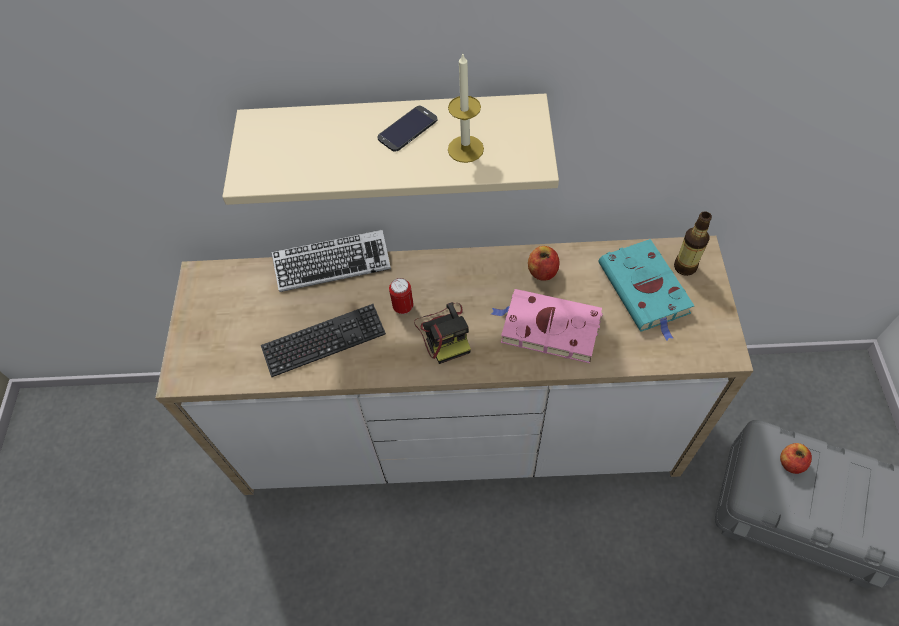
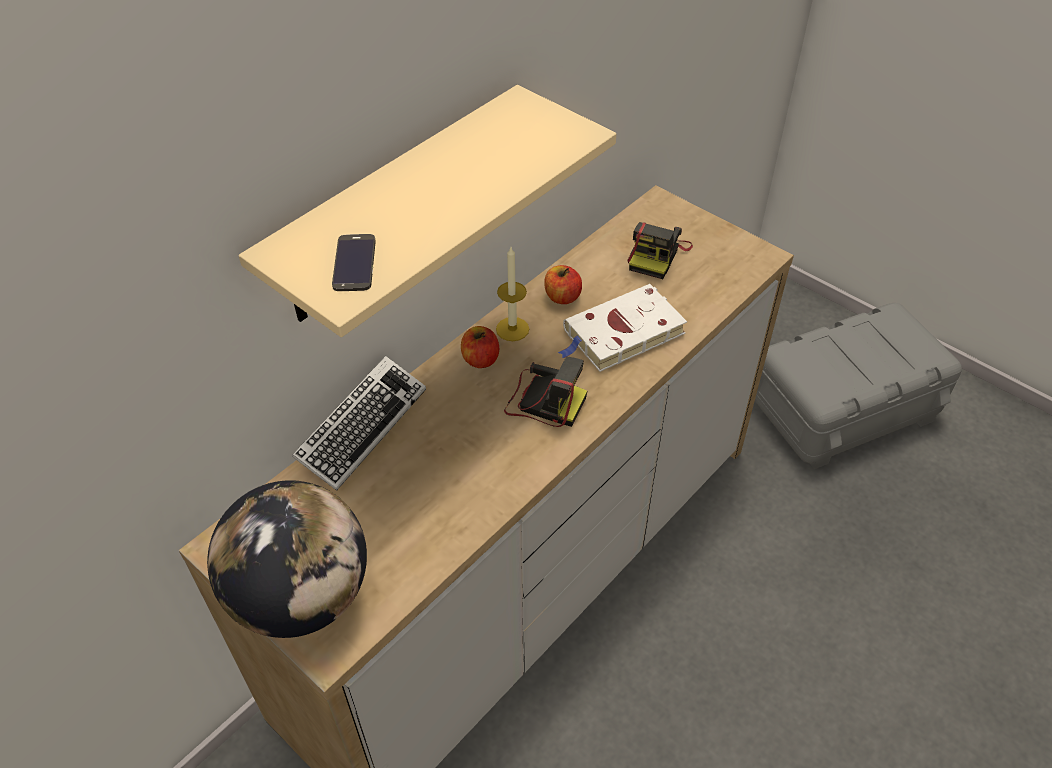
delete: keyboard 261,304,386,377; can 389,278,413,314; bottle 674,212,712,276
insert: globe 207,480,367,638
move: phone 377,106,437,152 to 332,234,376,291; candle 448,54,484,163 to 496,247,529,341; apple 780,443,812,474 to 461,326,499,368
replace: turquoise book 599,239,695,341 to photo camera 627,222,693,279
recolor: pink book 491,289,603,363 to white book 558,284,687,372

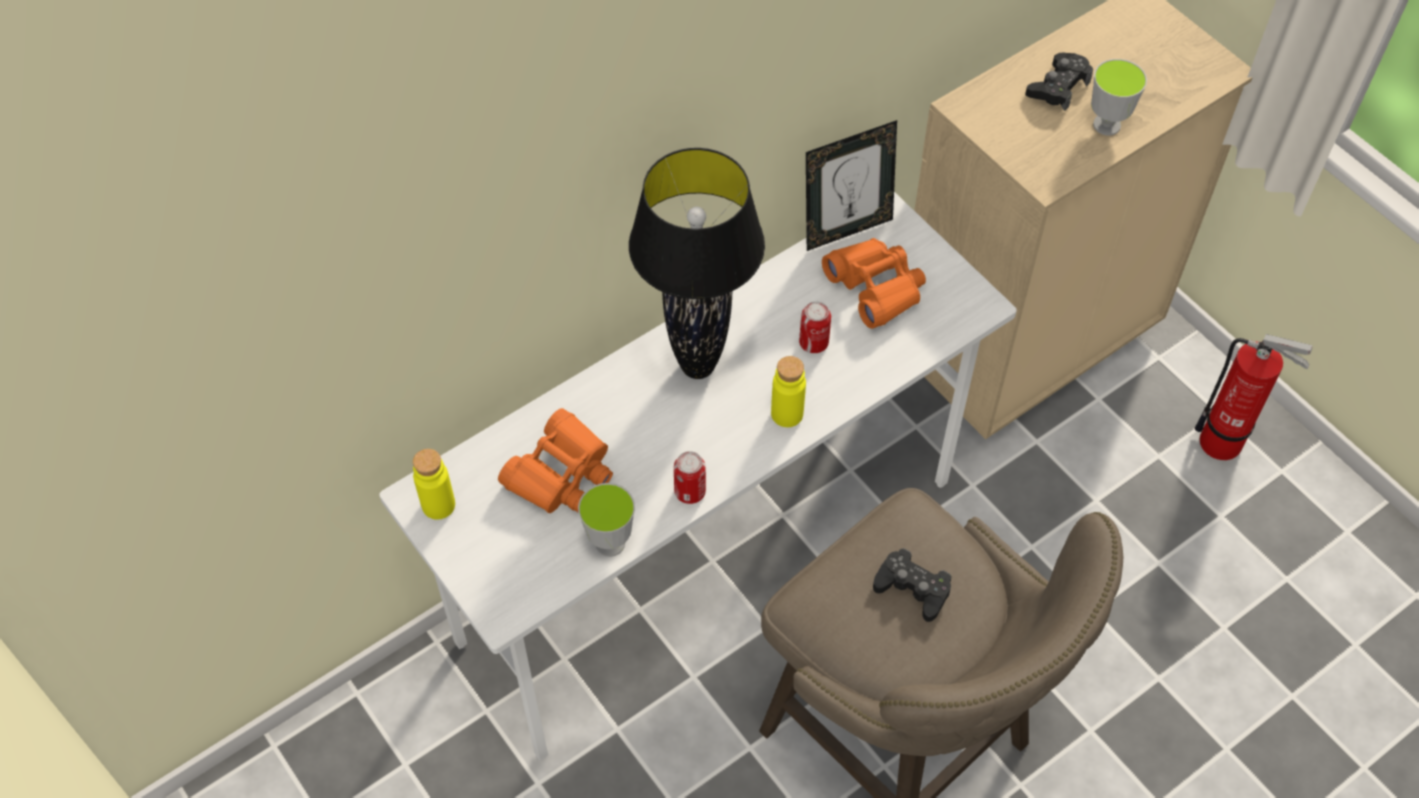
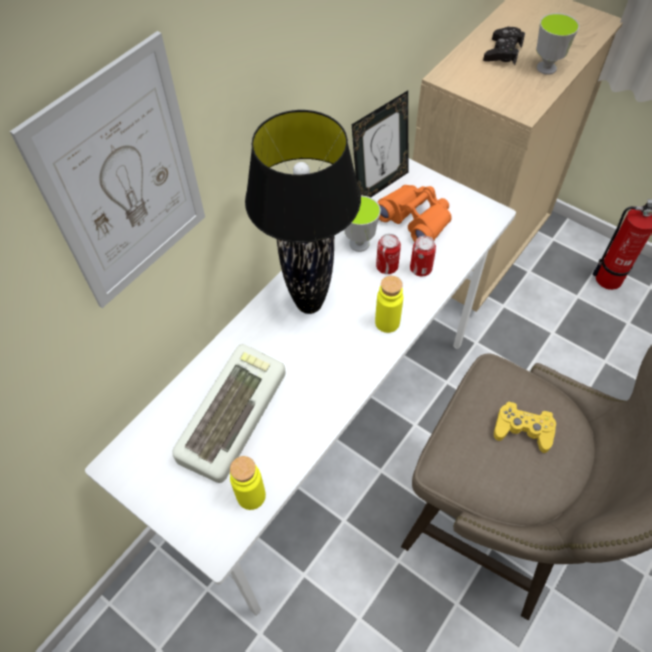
insert: picture 10,31,205,308
move: yellow bottle 413,449,455,520 to 230,456,266,510; cup 578,483,635,557 to 344,195,381,252; can 674,451,706,504 to 410,236,436,276
replace: orange binoculars 498,408,613,513 to keyboard 172,344,286,483
recolor: black game controller 873,548,952,622 to yellow game controller 494,401,556,453

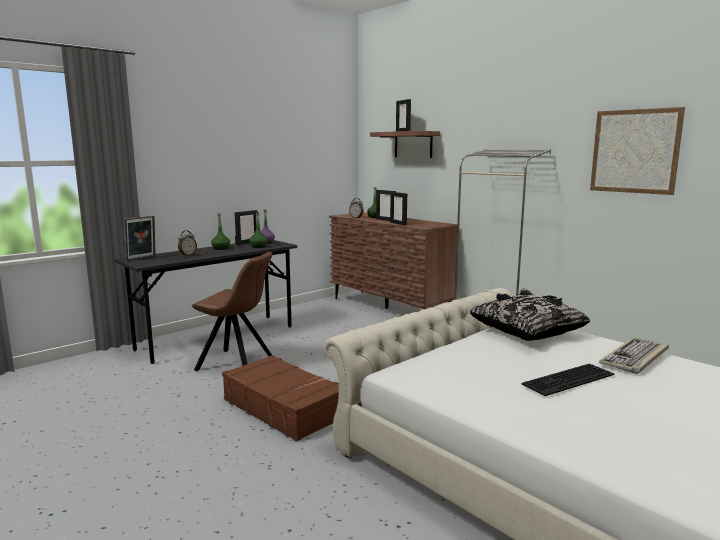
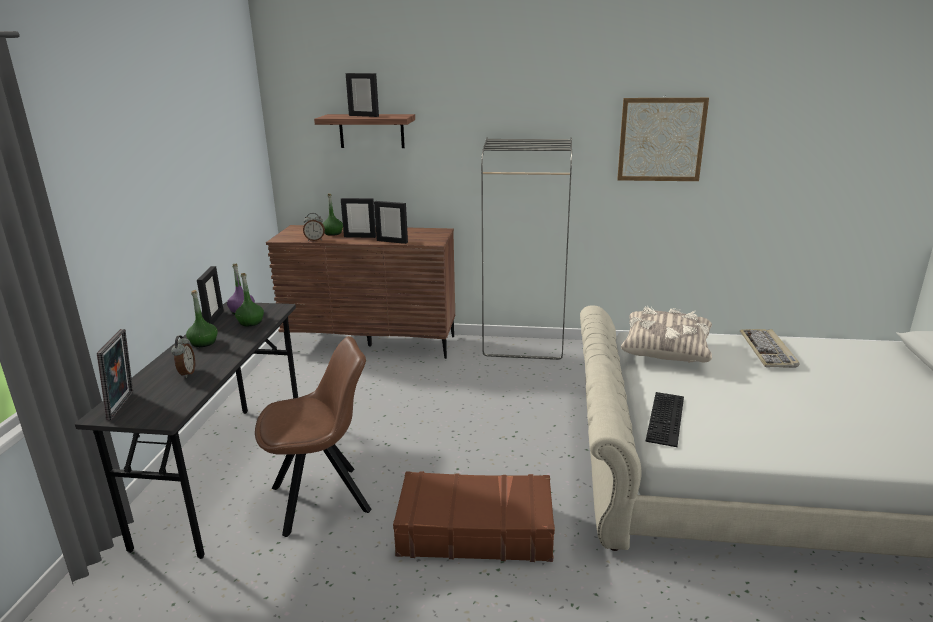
move: keyboard 521,364,614,396 to 645,392,684,447
recolor: black pillow 470,288,590,341 to beige pillow 621,306,712,363

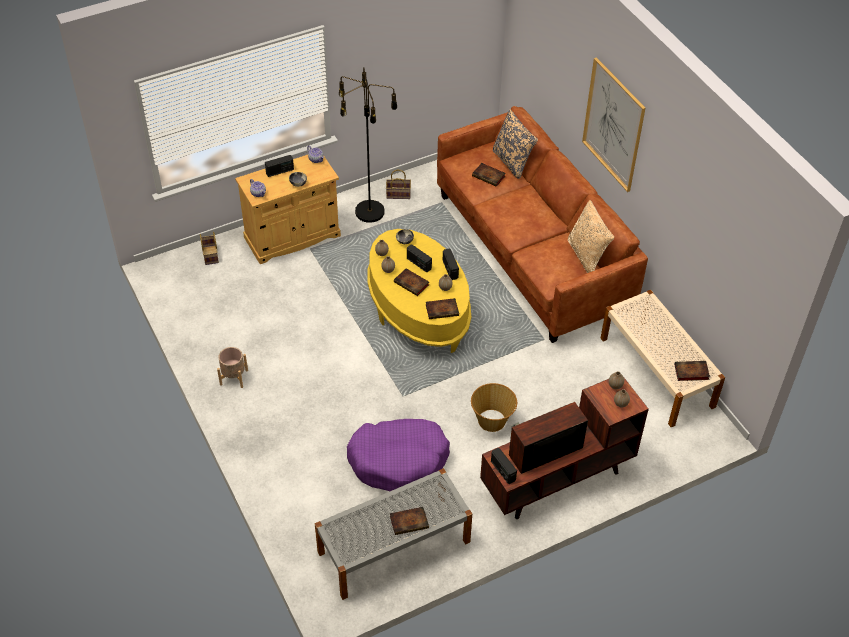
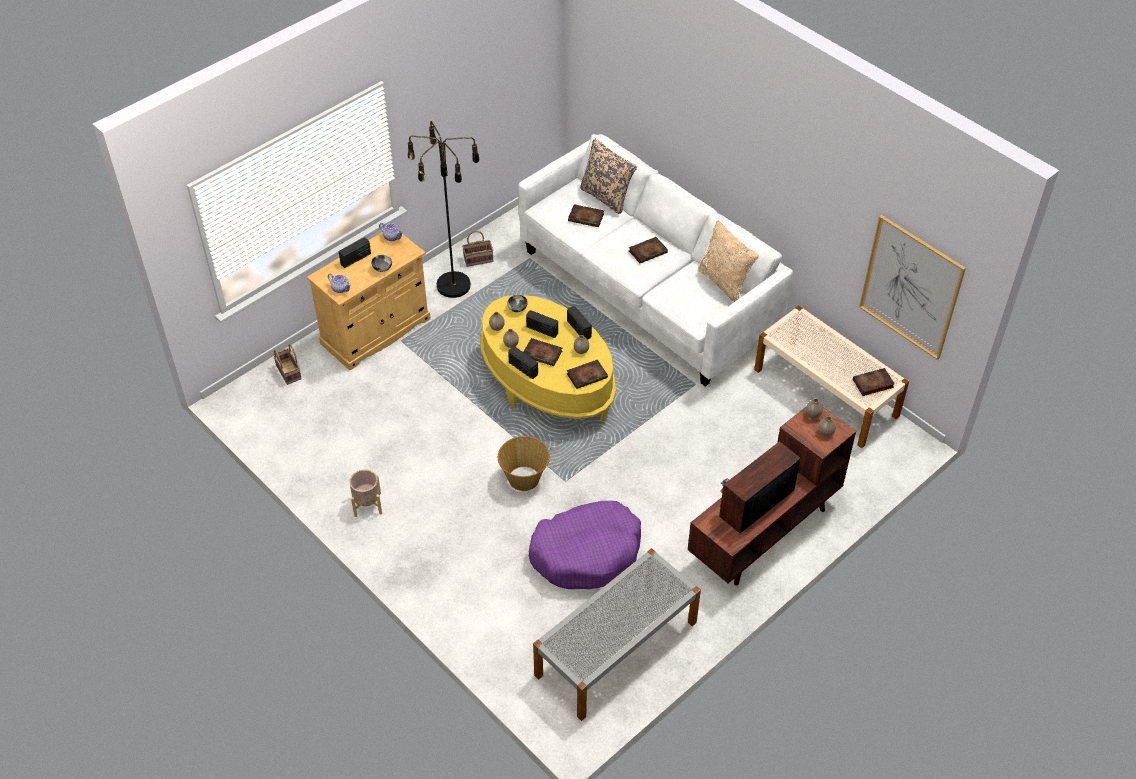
move: book 390,507,429,535 to 629,237,668,263; basket 471,383,517,432 to 498,436,550,491; radio 491,448,517,484 to 508,346,538,379; picture 582,57,645,192 to 859,215,966,360
recolor: brown sofa 437,106,648,343 to white sofa 518,134,793,387

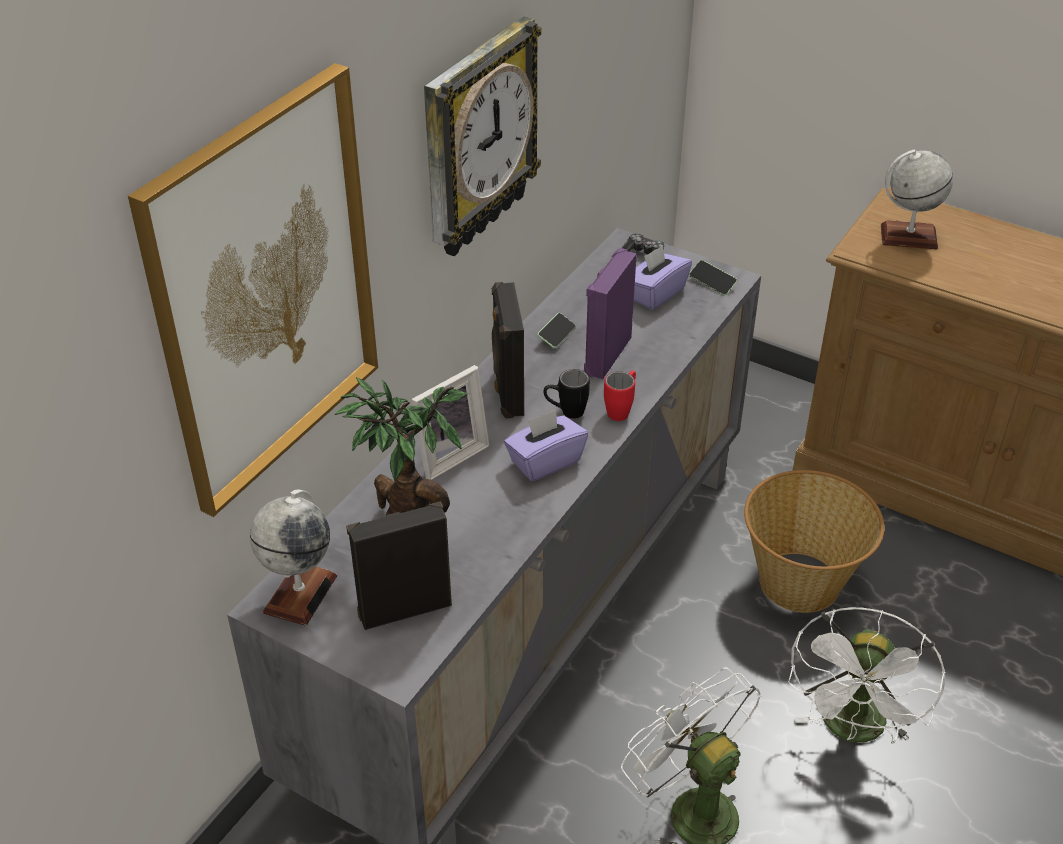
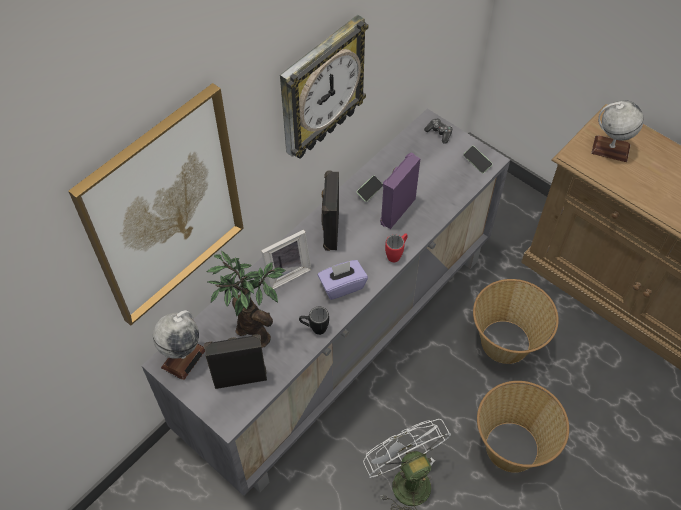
delete: purple tissue box 634,245,692,310
move: black mug 544,369,590,419 to 299,307,329,335
replace: white fan 788,607,946,744 to basket 477,381,569,473

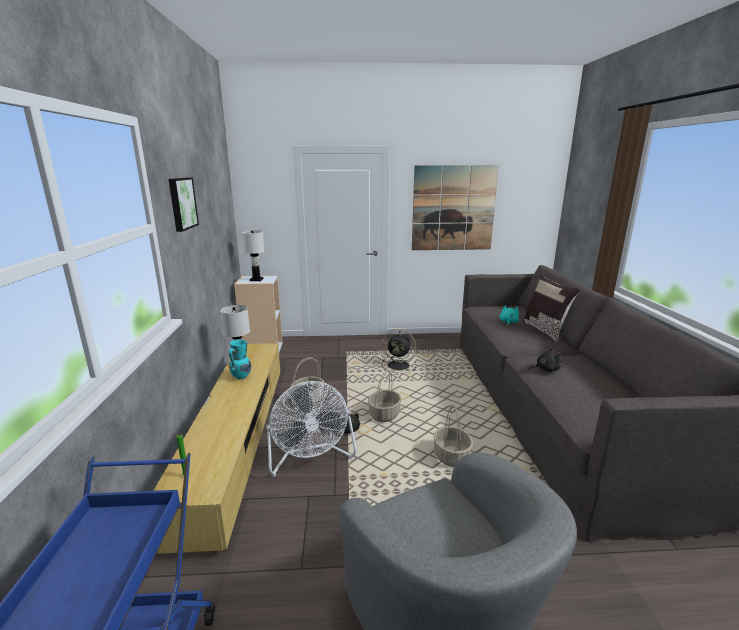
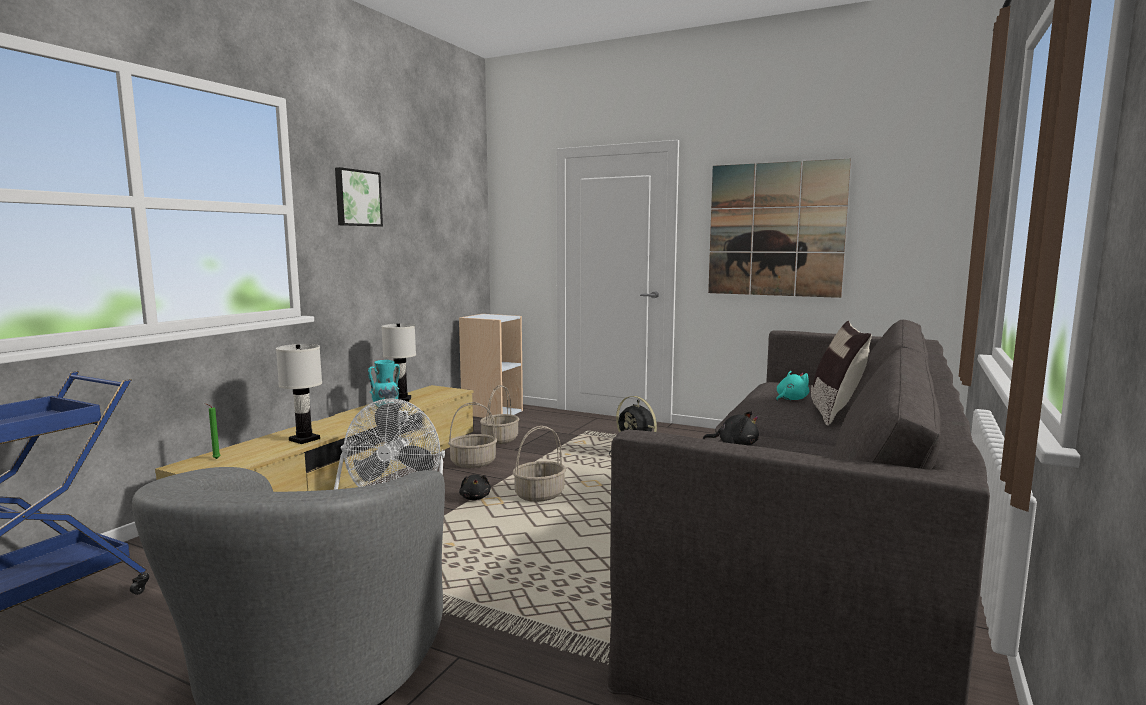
move: white table lamp 241,231,265,281 to 276,344,322,444; basket 434,405,473,467 to 480,385,519,444

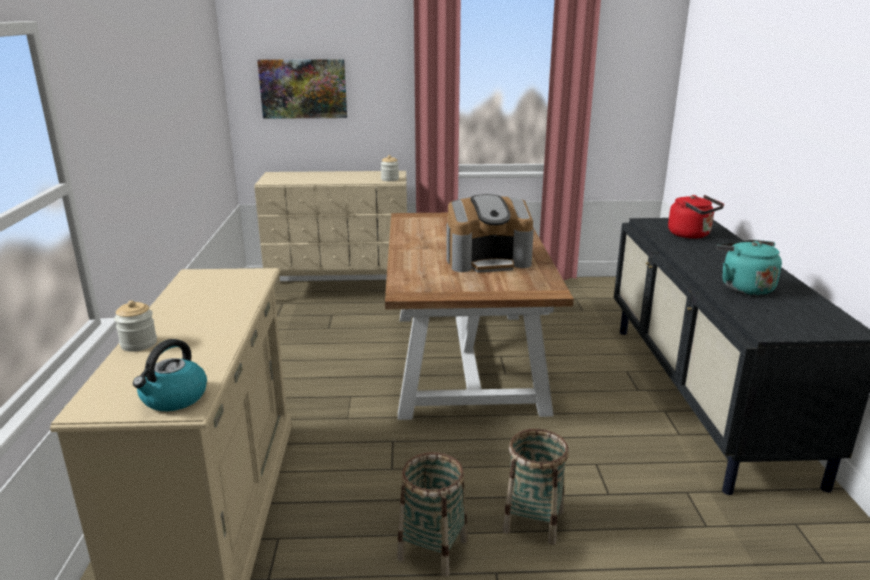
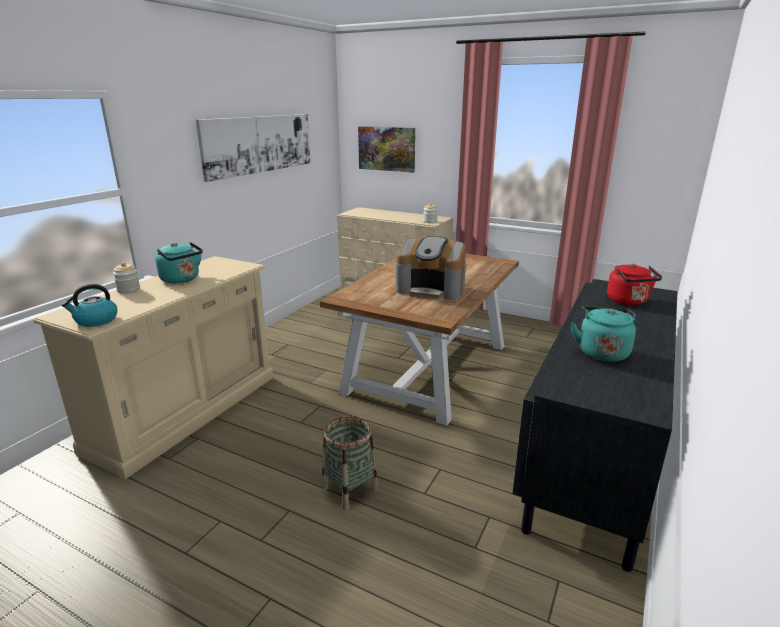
delete: basket 397,452,468,577
insert: turquoise kettle 155,242,203,283; picture 196,114,311,182

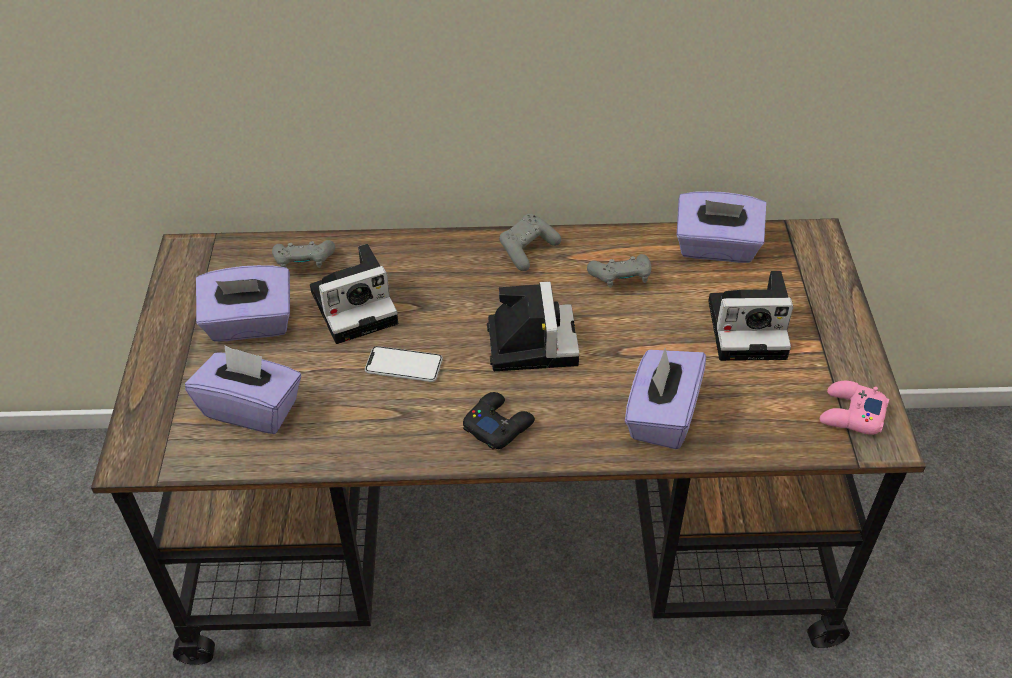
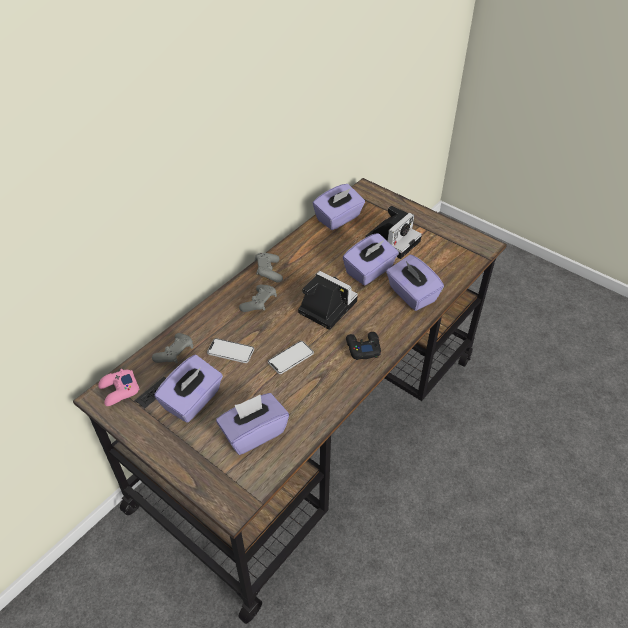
insert: purple tissue box 343,233,399,285
move: grey game controller 587,254,651,288 to 239,285,277,312; pink game controller 820,381,889,435 to 98,369,140,406
replace: photo camera 310,244,398,344 to phone 207,338,254,363

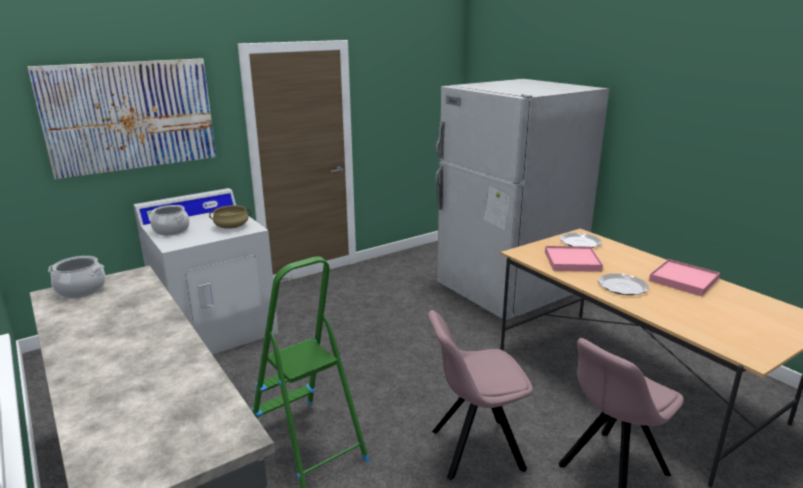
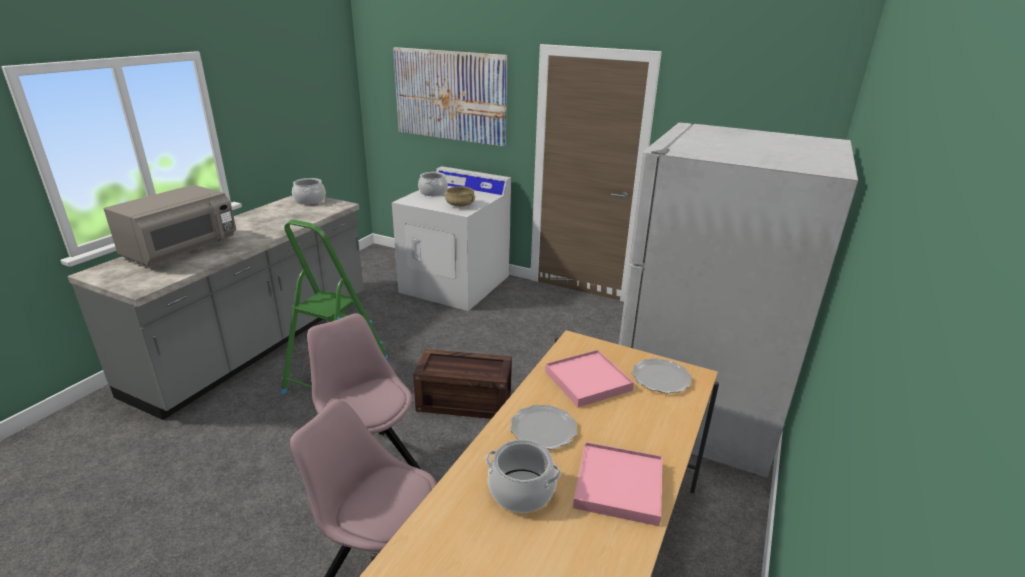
insert: grey microwave 104,185,236,266; crate 413,349,512,419; cooking pot 485,439,561,513

